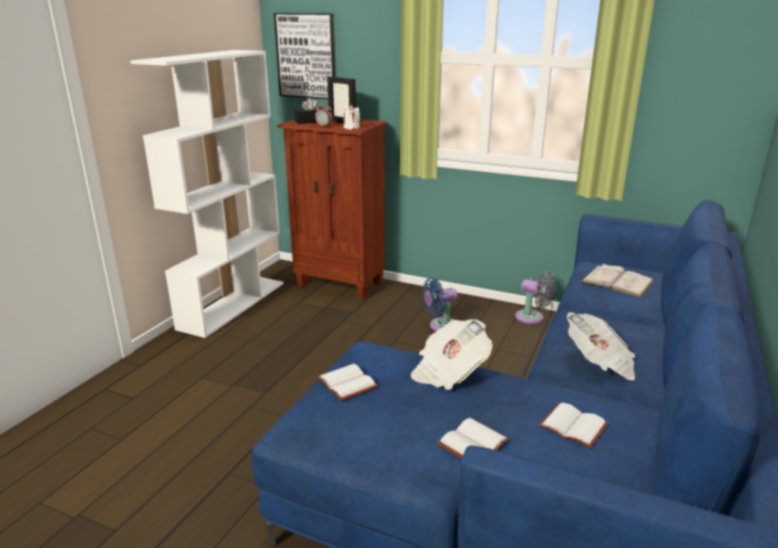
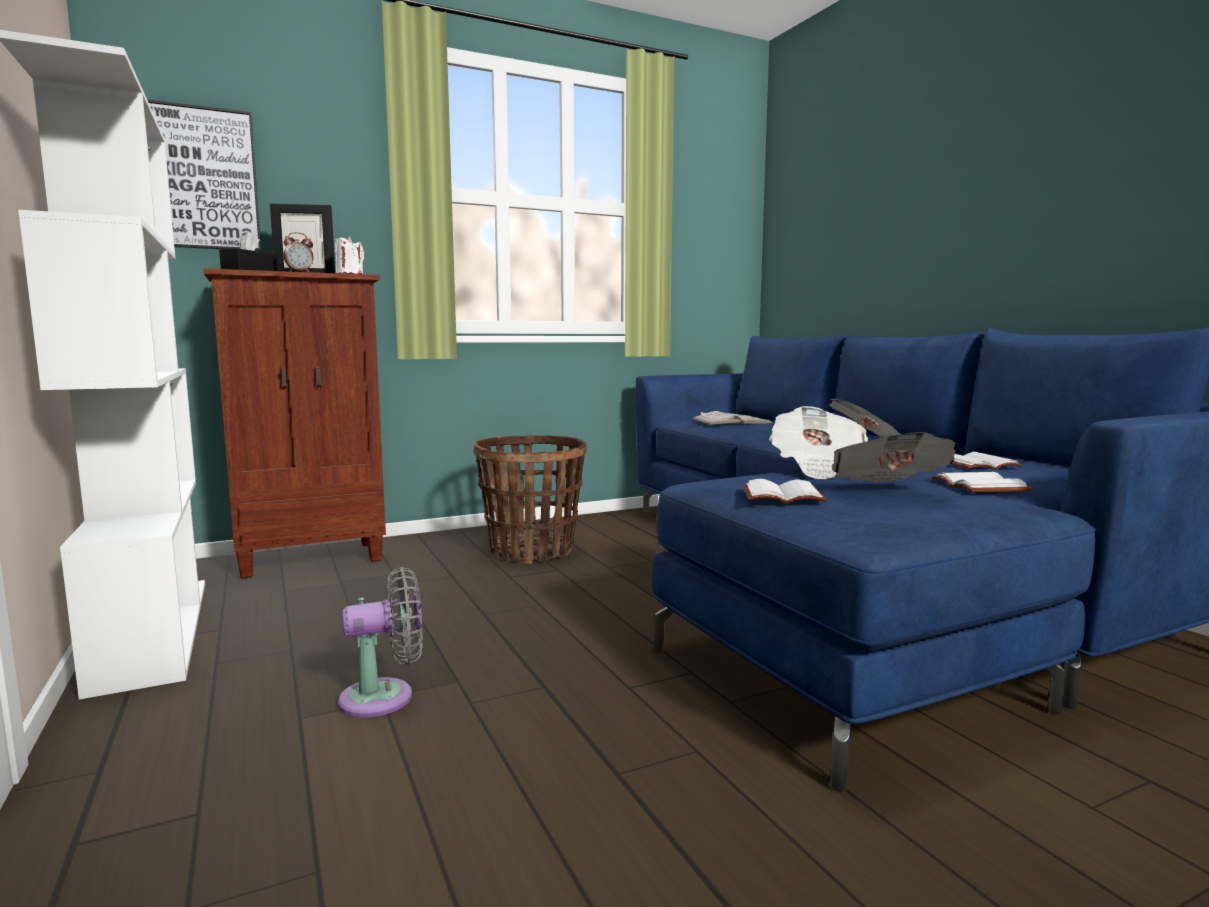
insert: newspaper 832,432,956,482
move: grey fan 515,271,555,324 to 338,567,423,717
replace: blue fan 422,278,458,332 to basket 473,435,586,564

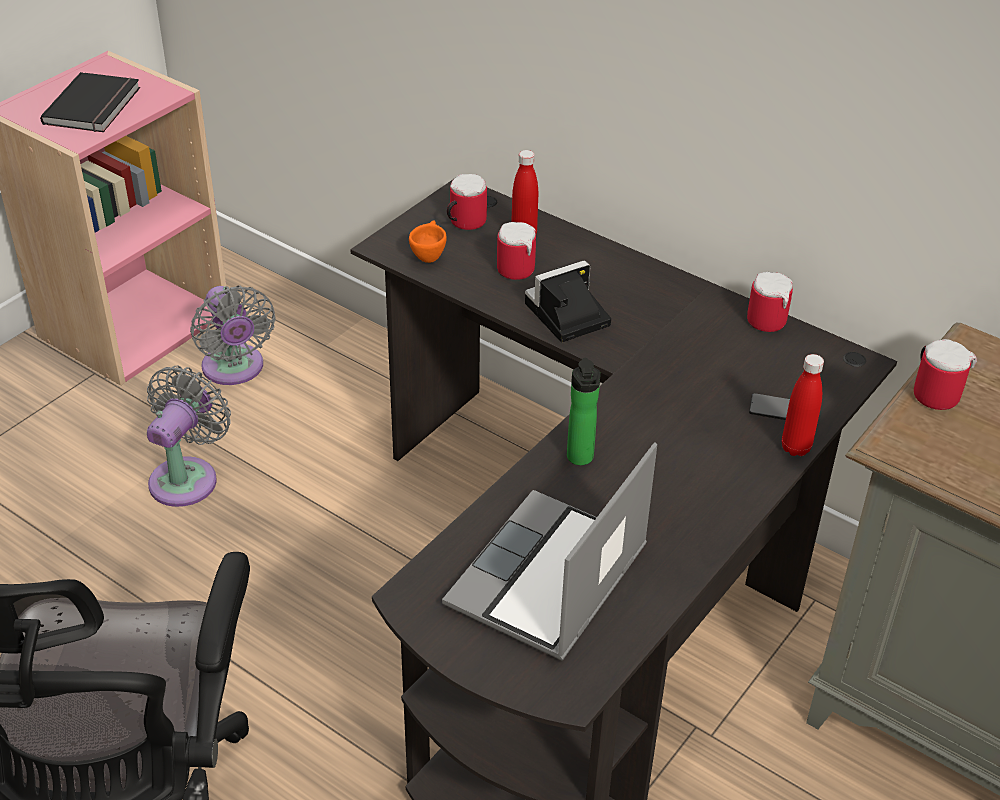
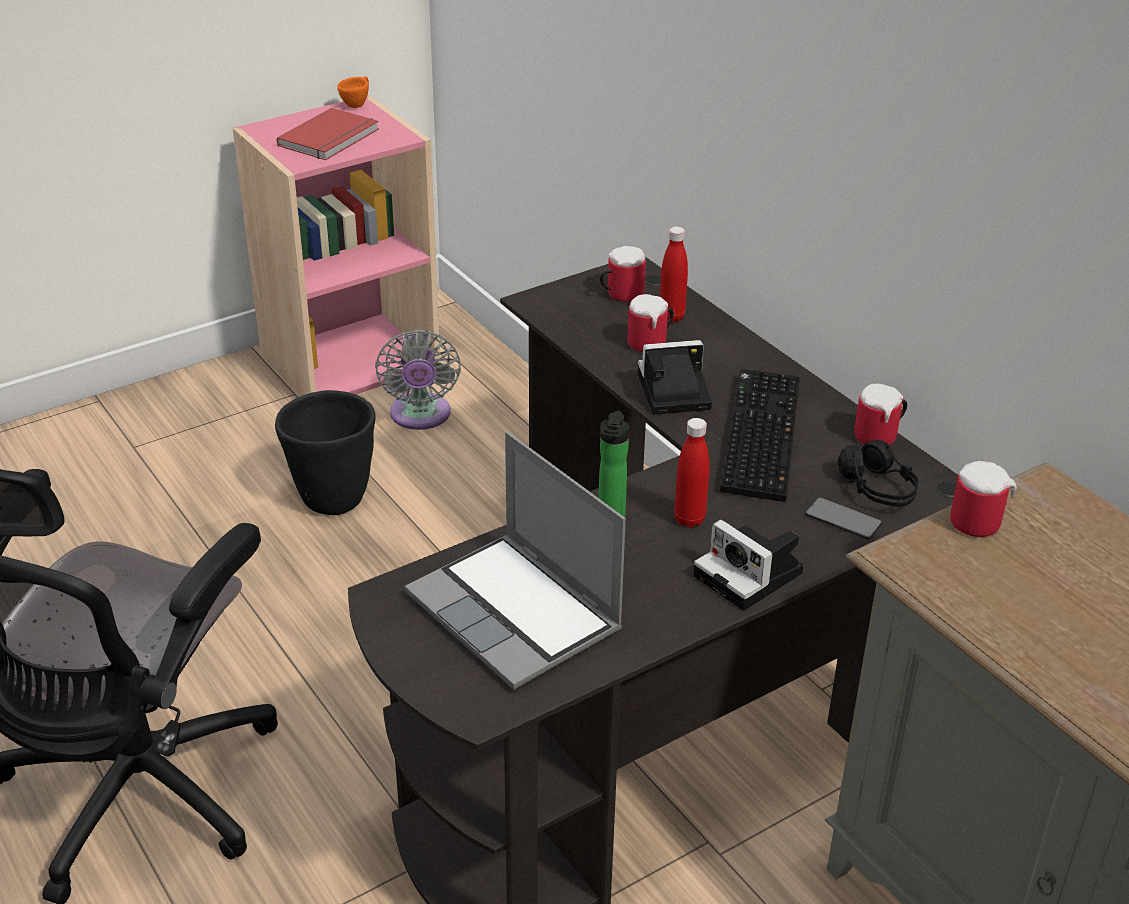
insert: photo camera 693,520,803,611; keyboard 720,369,800,502; black headphones 838,440,919,507
move: orange cup 409,220,447,263 to 337,77,369,108; red bottle 782,354,824,456 to 674,418,710,528
replace: grey fan 147,366,231,507 to black planter 275,390,376,515
recolor: black book 40,72,140,132 to red book 277,108,379,160
rotate: laptop 442,442,657,661 = 405,432,626,690 90 degrees counterclockwise

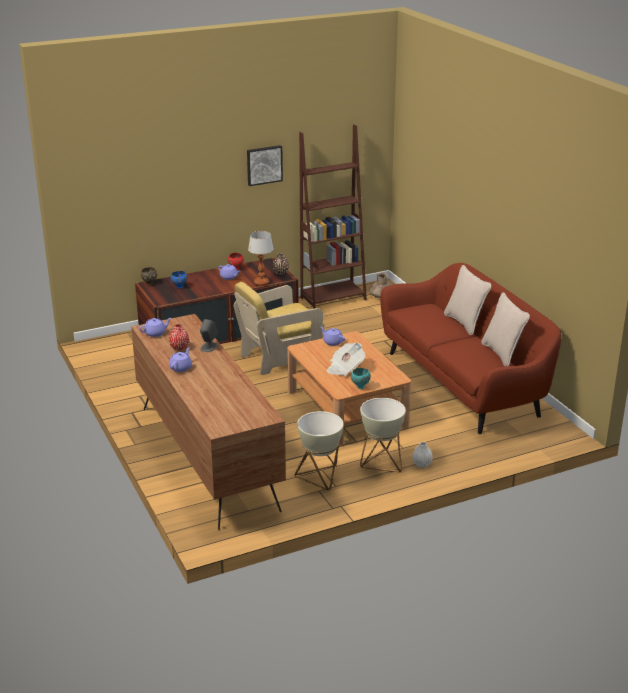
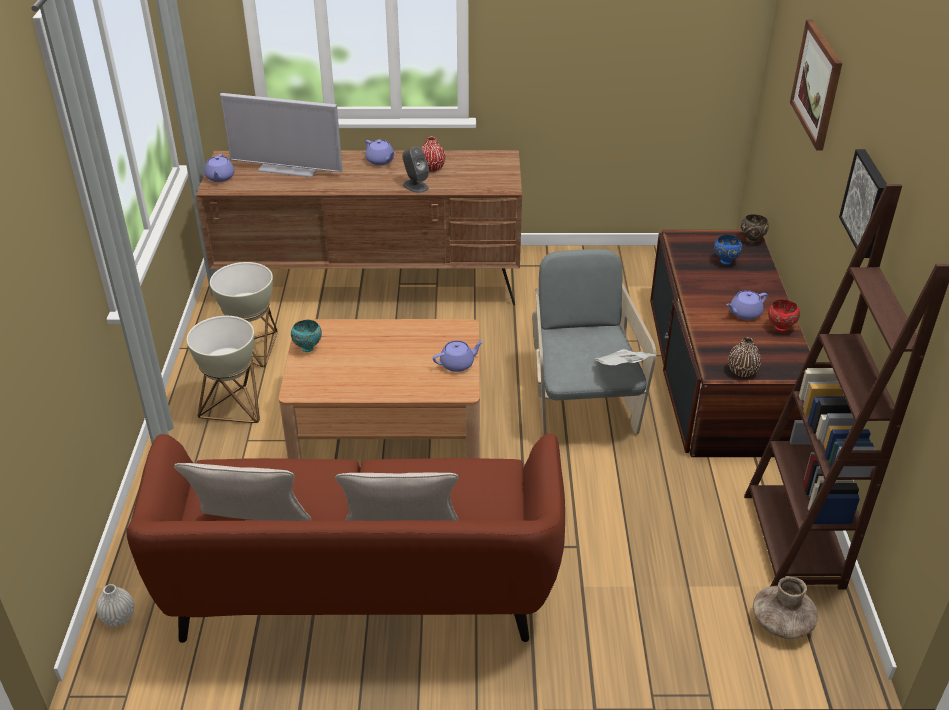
delete: table lamp 248,231,274,286
insert: television 220,93,343,177; picture 790,20,842,151
move: purple teapot 139,318,171,337 to 204,154,235,182; newspaper 327,343,365,376 to 595,349,656,365; white vase 412,442,433,468 to 97,584,135,627
recolor: yellow armchair 234,282,325,375 to grey armchair 532,249,656,435

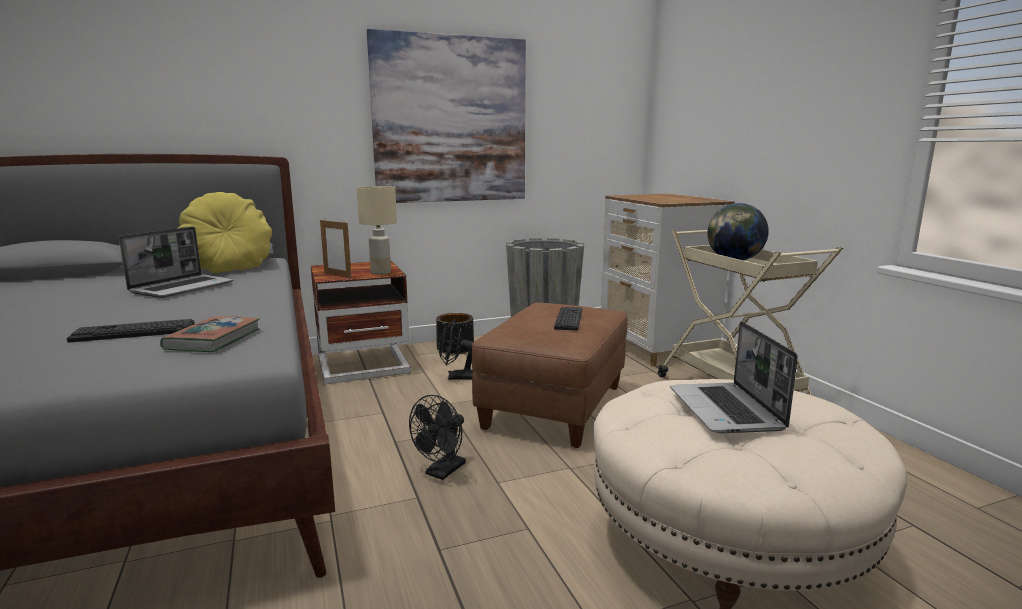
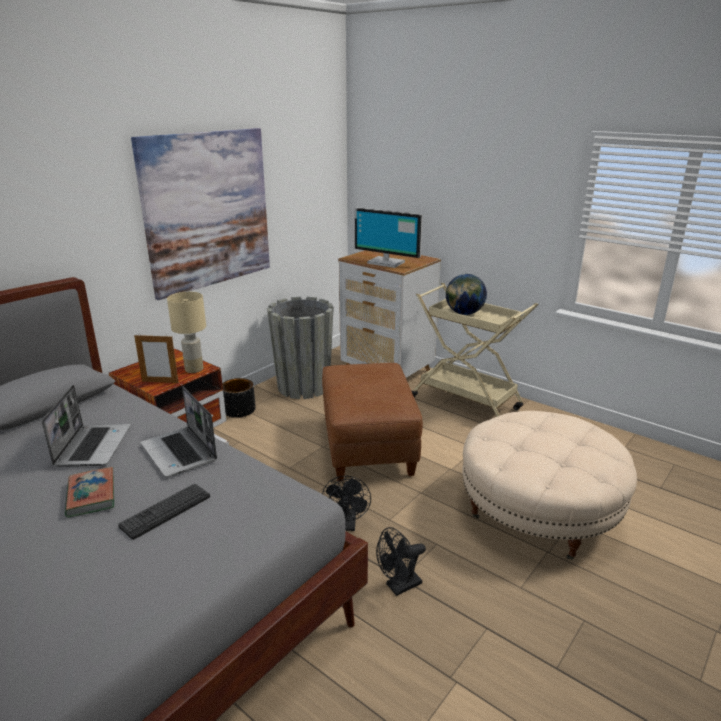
delete: yellow pillow 178,192,272,273; keyboard 554,307,582,331
insert: monitor 355,207,423,268
move: book 160,316,259,352 to 65,467,114,518; black fan 439,320,474,380 to 376,527,426,596; laptop 670,321,798,433 to 141,387,217,477

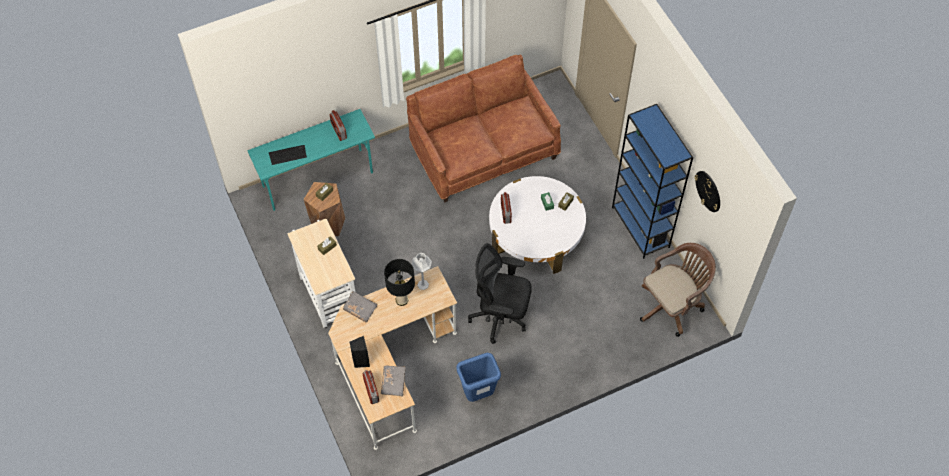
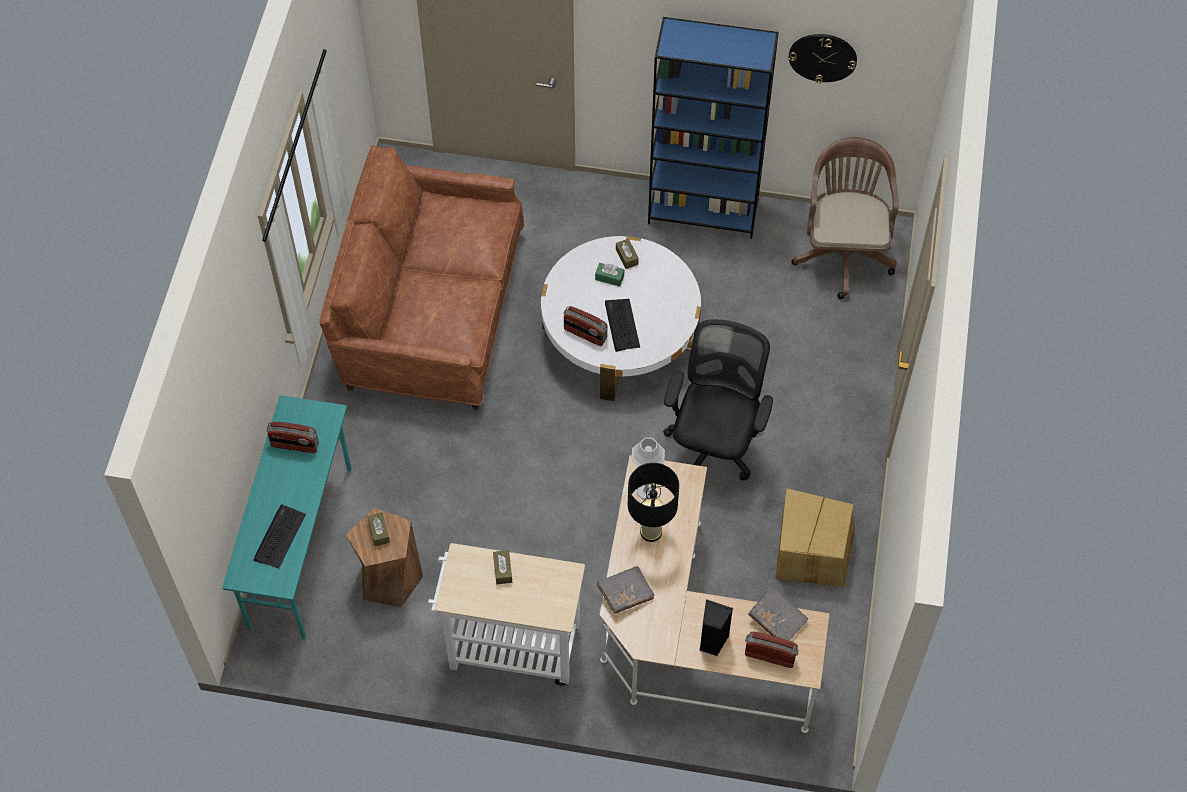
insert: keyboard 605,299,640,352
replace: blue trash can 456,353,501,402 to cardboard box 775,488,855,587
rotate: black office chair 468,243,532,344 = 663,320,773,481 150 degrees clockwise

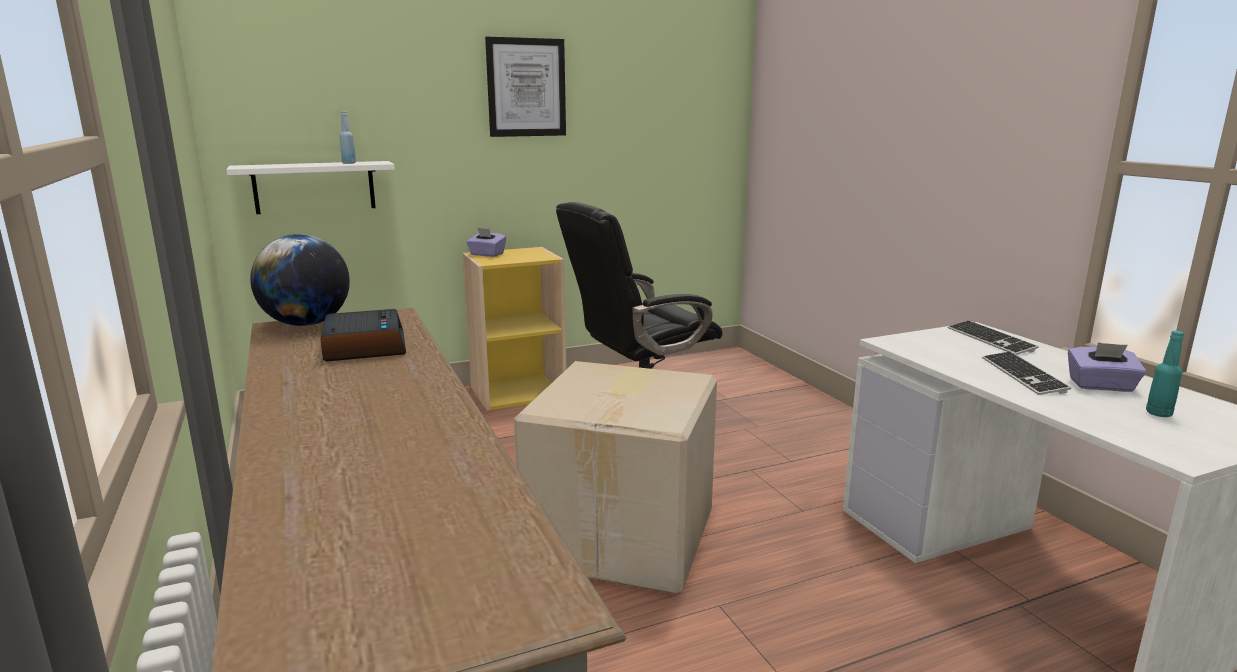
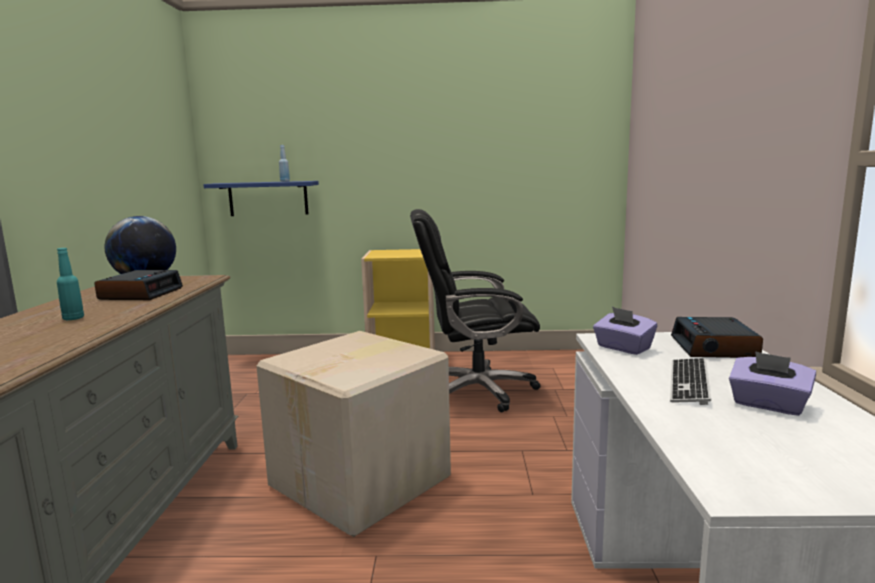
delete: picture 485,37,566,137
move: purple tissue box 466,228,506,257 to 593,307,657,355; turquoise bottle 1146,331,1184,417 to 57,248,84,320
replace: keyboard 948,320,1039,355 to alarm clock 671,317,763,358
recolor: white shelf 226,161,395,214 to blue shelf 203,181,319,216

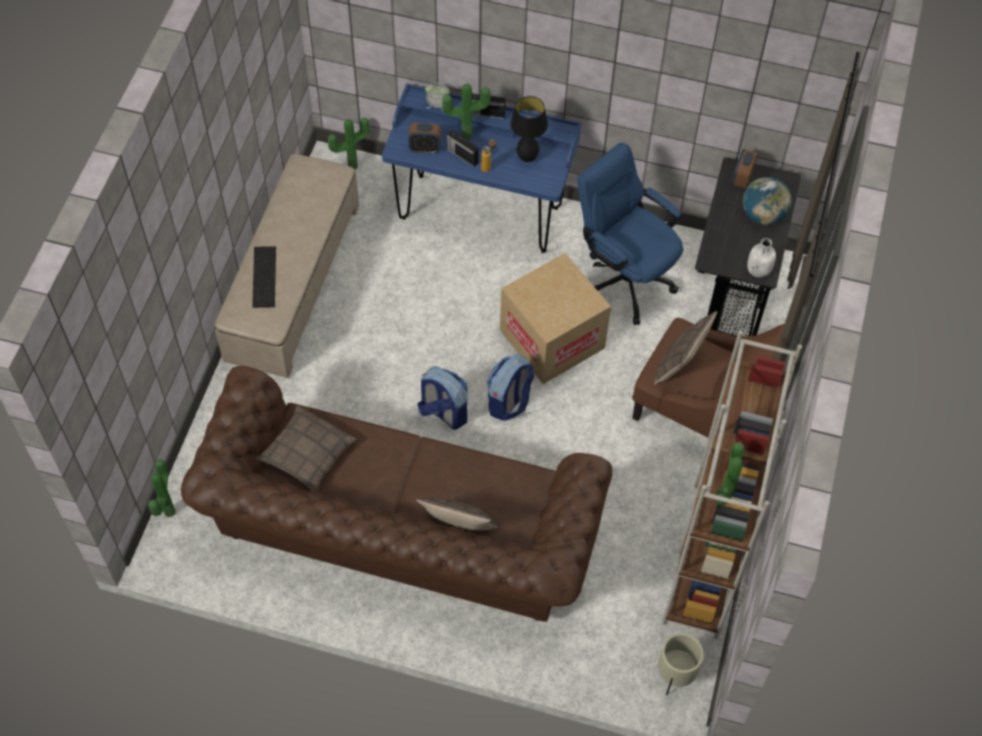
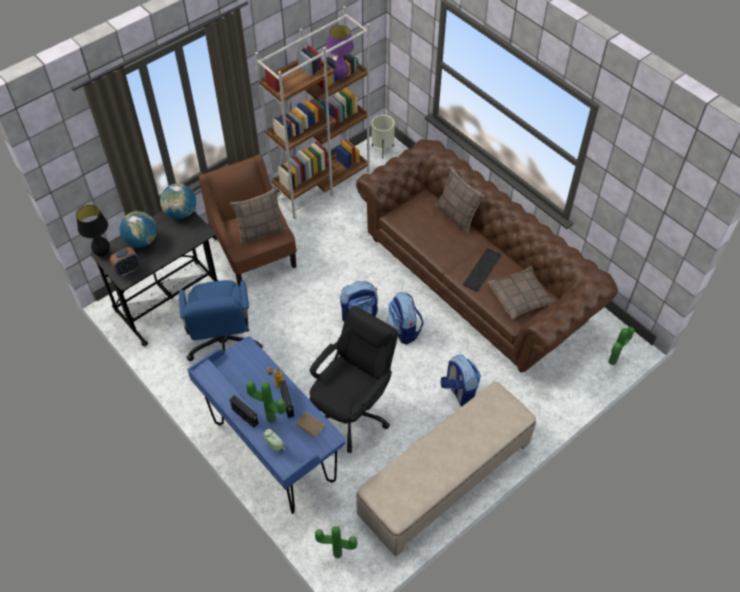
delete: cardboard box 500,253,611,384
insert: black office chair 310,306,398,453; backpack 440,354,481,407
move: keyboard 252,246,276,308 to 463,248,501,291; black table lamp 510,96,548,162 to 76,205,110,257
replace: alarm clock 408,123,441,154 to brown book 295,412,325,440; potted plant 716,442,745,506 to purple table lamp 327,25,354,80; white bottle 747,238,776,278 to globe 160,183,196,219

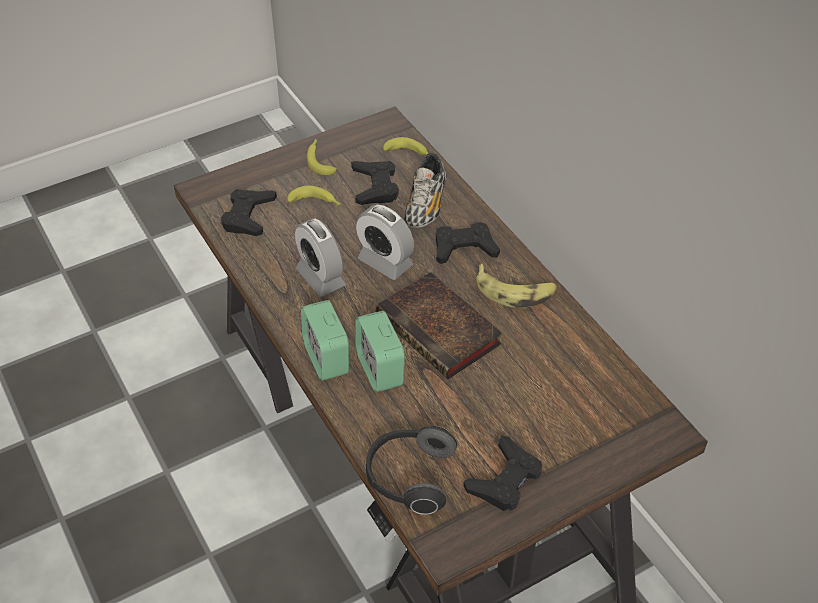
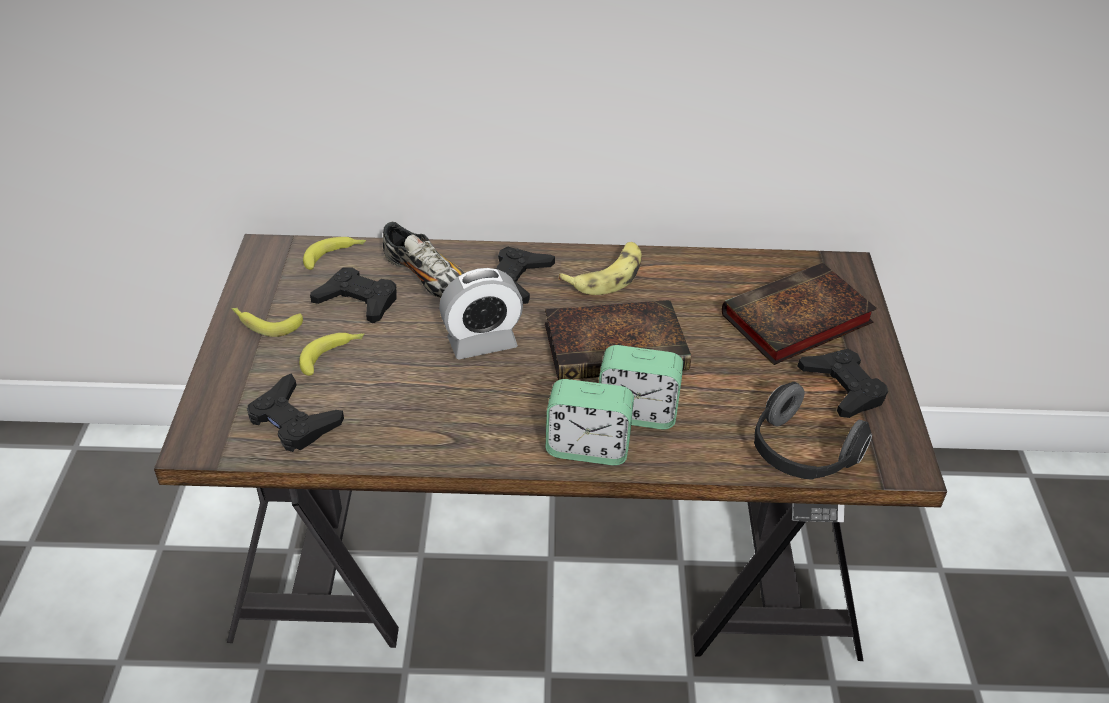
delete: alarm clock 295,218,347,297
insert: book 722,263,877,365

